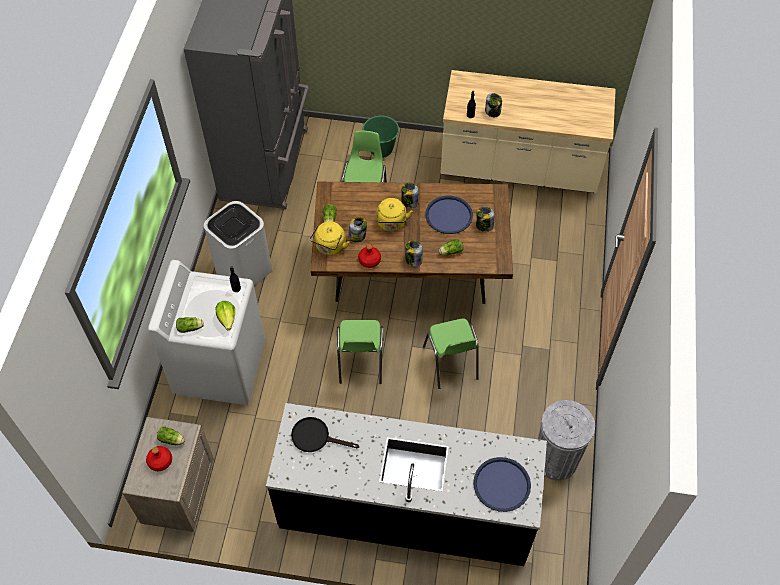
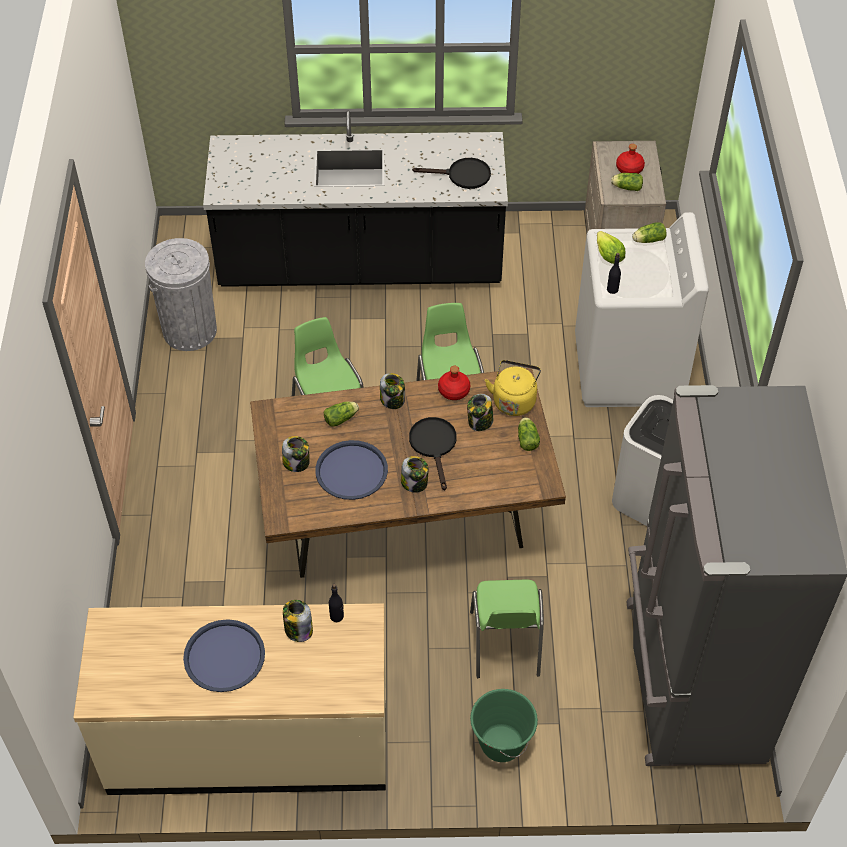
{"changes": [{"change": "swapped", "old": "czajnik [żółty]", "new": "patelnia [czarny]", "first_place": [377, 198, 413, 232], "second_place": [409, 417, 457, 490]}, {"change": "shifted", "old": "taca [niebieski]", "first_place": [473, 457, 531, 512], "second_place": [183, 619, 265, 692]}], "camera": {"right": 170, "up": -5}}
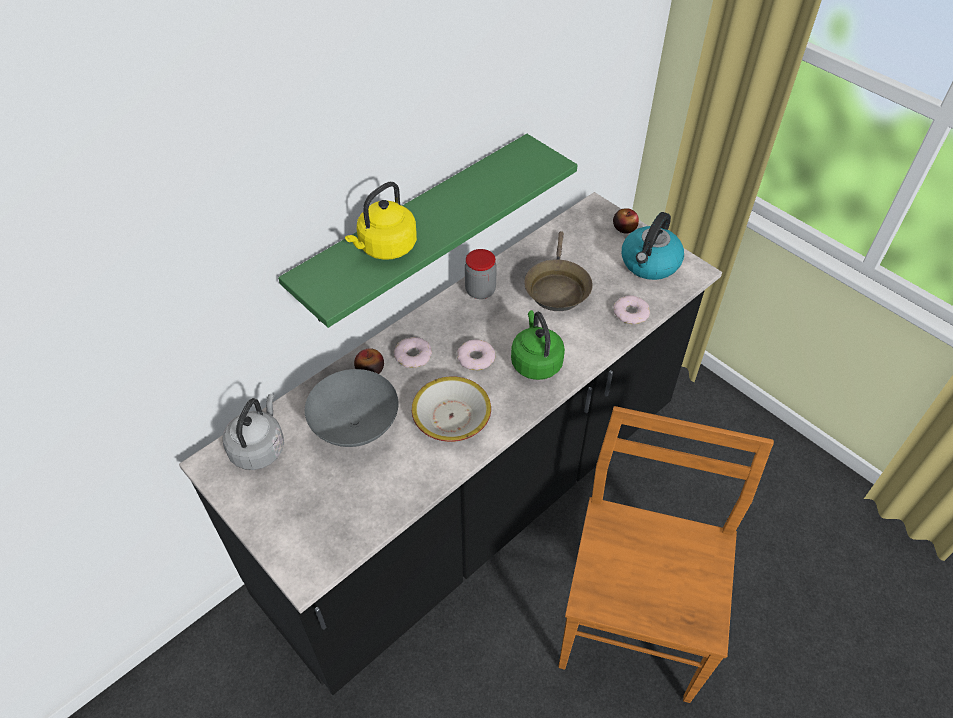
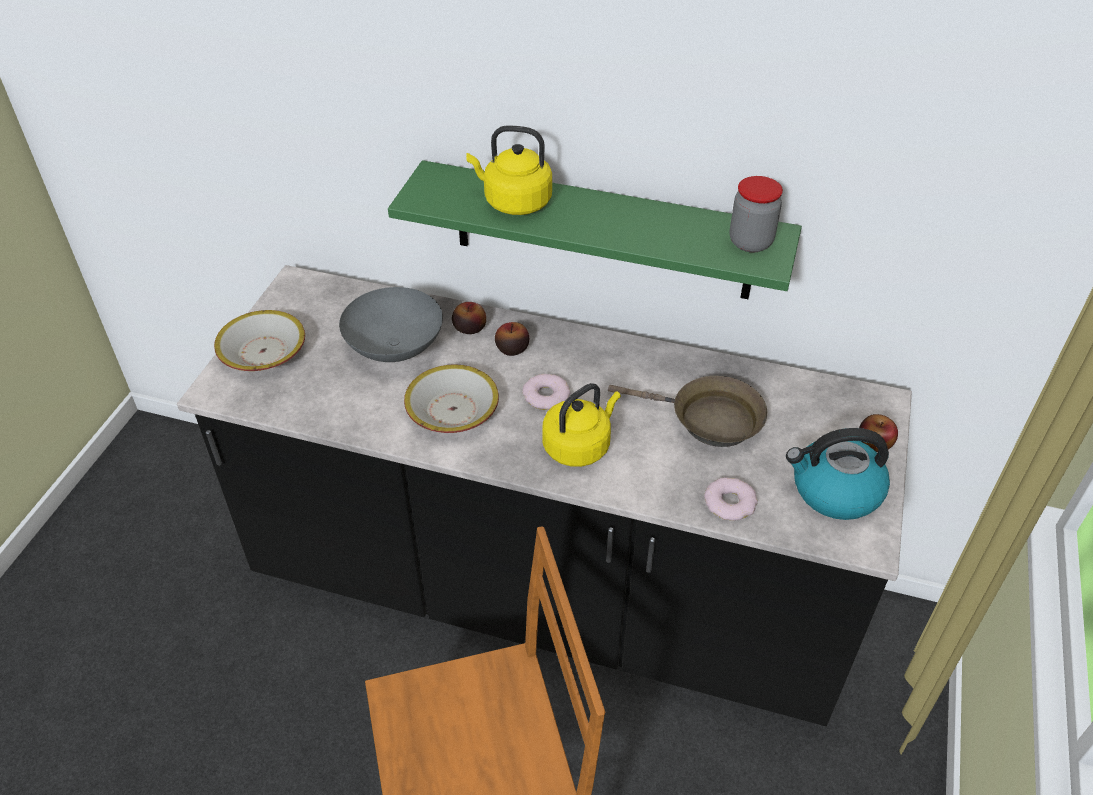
{"changes": [{"change": "gone", "old": "czajnik [szary]", "first_place": [223, 394, 284, 470]}, {"change": "swapped", "old": "donut", "new": "jabłko", "first_place": [394, 337, 432, 368], "second_place": [495, 322, 529, 356]}, {"change": "shifted", "old": "słoik", "first_place": [465, 249, 497, 299], "second_place": [730, 176, 783, 252]}, {"change": "repainted", "old": "czajnik [zielony]", "new": "czajnik [żółty]", "first_place": [511, 310, 565, 380], "second_place": [543, 383, 621, 467]}, {"change": "rotated", "old": "patelnia [brązowy]", "first_place": [524, 231, 593, 311], "second_place": [608, 376, 767, 447], "degrees": -135}, {"change": "new", "new": "miska", "second_place": [214, 310, 305, 371]}], "camera": {"right": 60, "up": -5}}
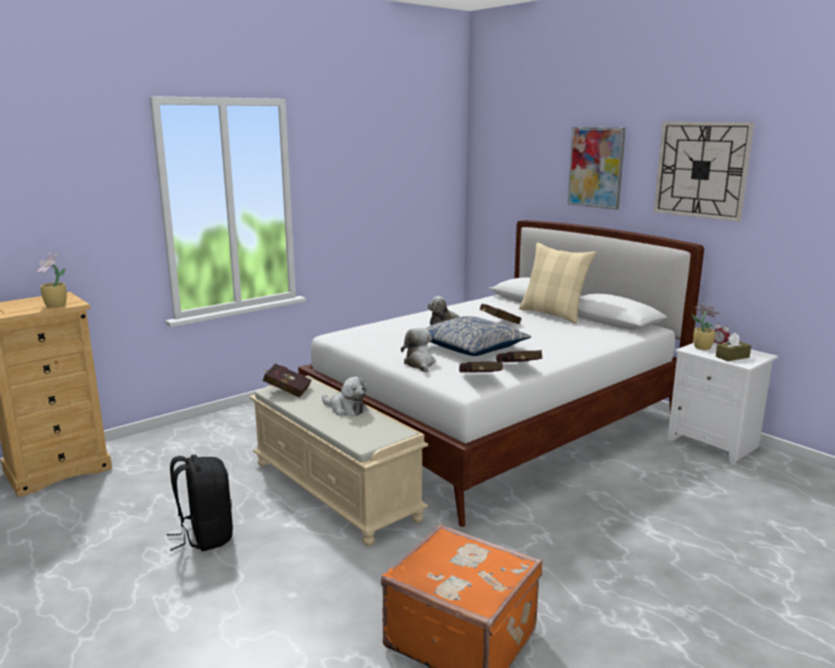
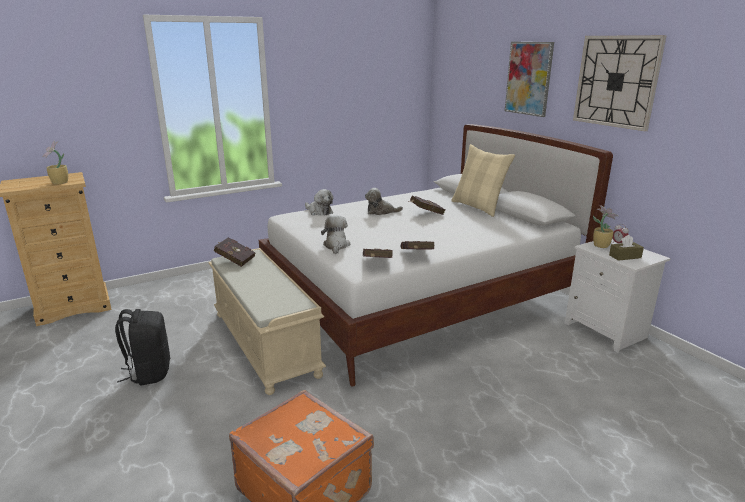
{"changes": [{"change": "shifted", "old": "pluszak", "first_place": [322, 376, 367, 416], "second_place": [305, 189, 333, 216]}, {"change": "gone", "old": "poduszka", "first_place": [424, 316, 531, 356]}], "camera": {"right": 10, "up": 5}}
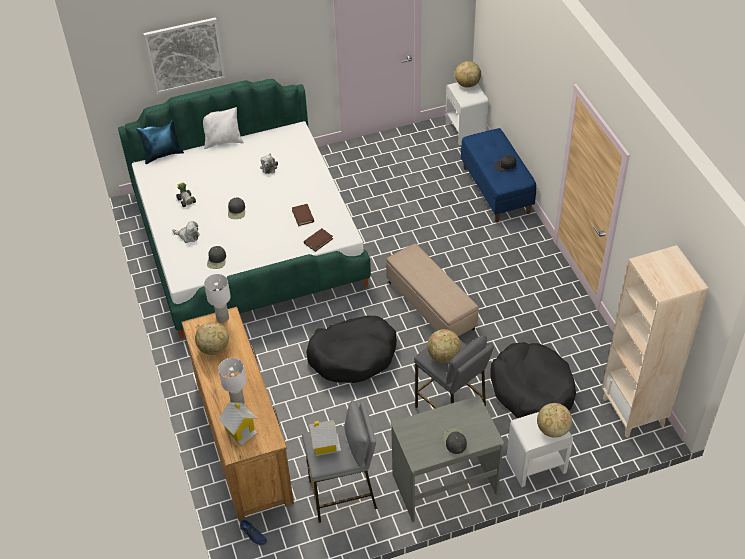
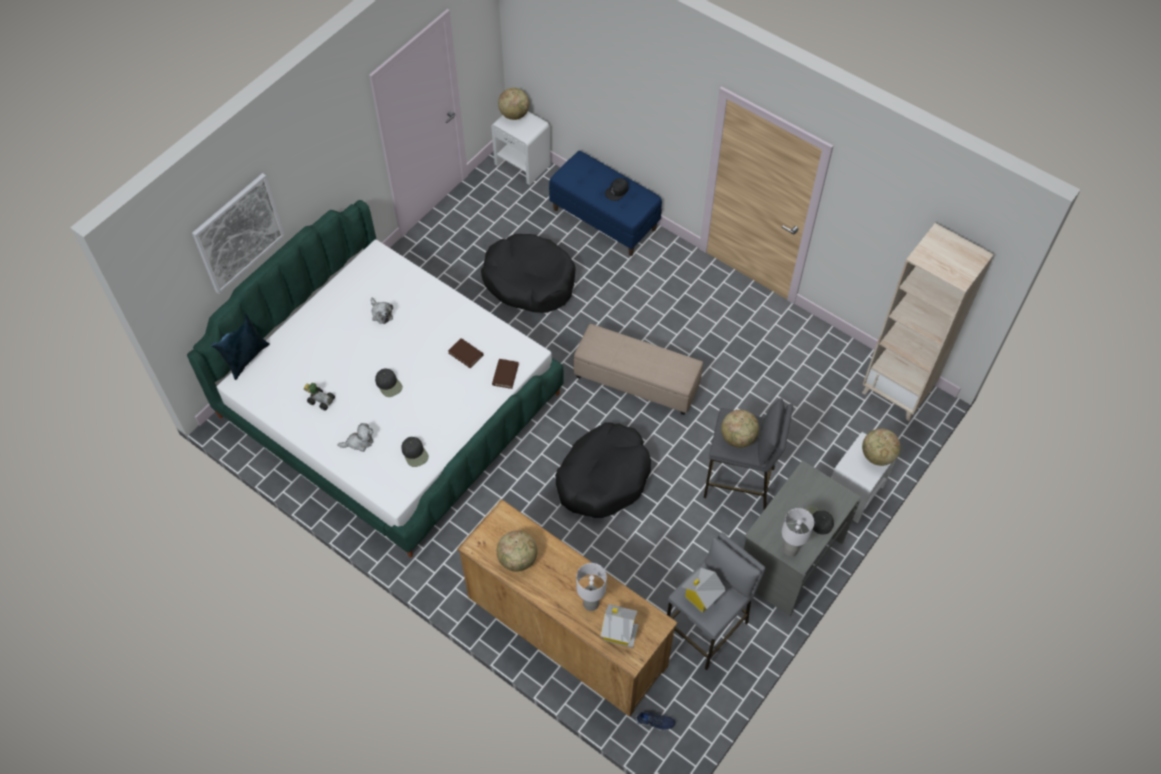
{"changes": [{"change": "gone", "old": "poduszka [biały]", "first_place": [203, 107, 244, 149]}, {"change": "shifted", "old": "lampa stołowa [biały]", "first_place": [204, 274, 231, 323], "second_place": [782, 508, 814, 556]}, {"change": "shifted", "old": "legowisko [czarny]", "first_place": [490, 342, 576, 418], "second_place": [481, 234, 576, 313]}], "camera": {"right": -35, "up": 10}}
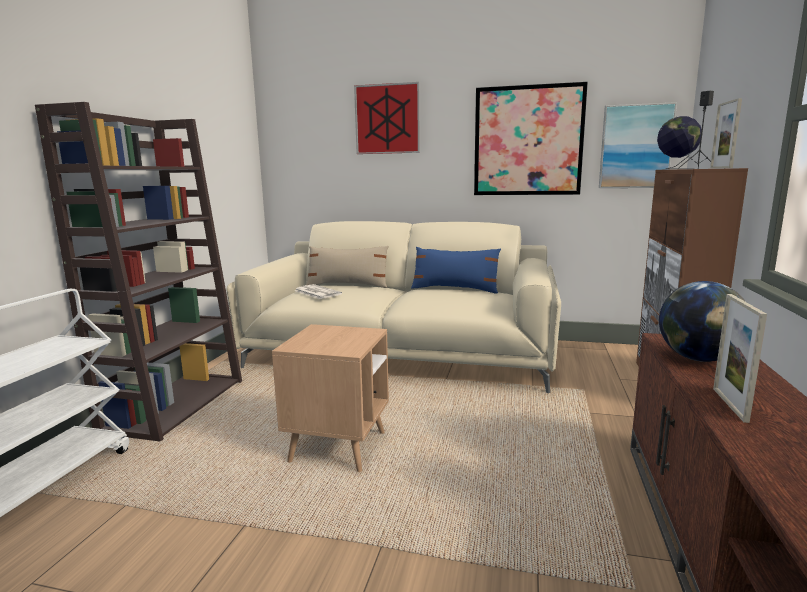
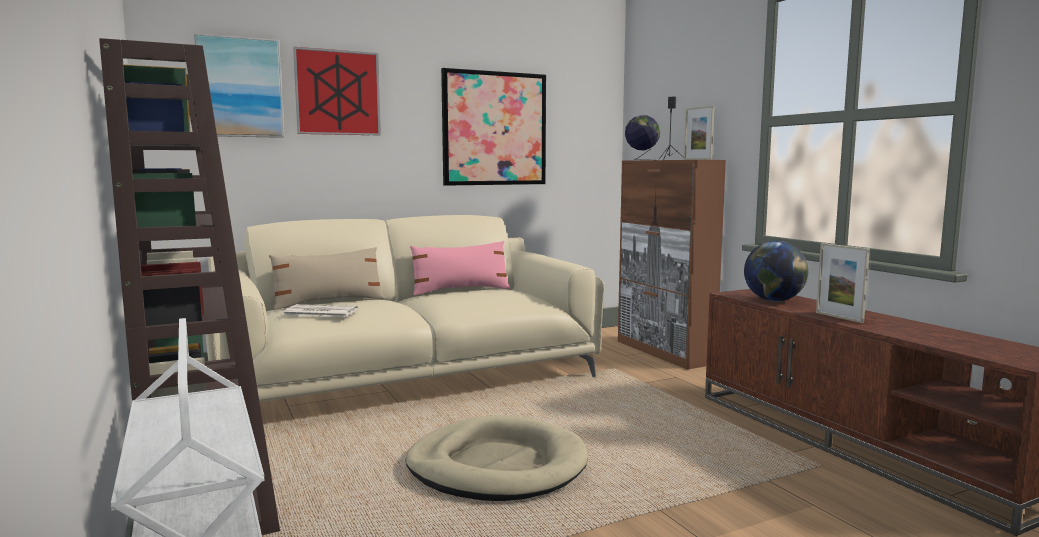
{"changes": [{"change": "swapped", "old": "stolik [brązowy]", "new": "legowisko [beżowy]", "first_place": [272, 324, 389, 472], "second_place": [405, 415, 588, 501]}, {"change": "repainted", "old": "poduszka [niebieski]", "new": "poduszka [różowy]", "first_place": [411, 247, 501, 294], "second_place": [410, 241, 511, 296]}, {"change": "shifted", "old": "obraz", "first_place": [599, 102, 677, 188], "second_place": [194, 33, 284, 138]}], "camera": {"right": -40, "up": -5}}
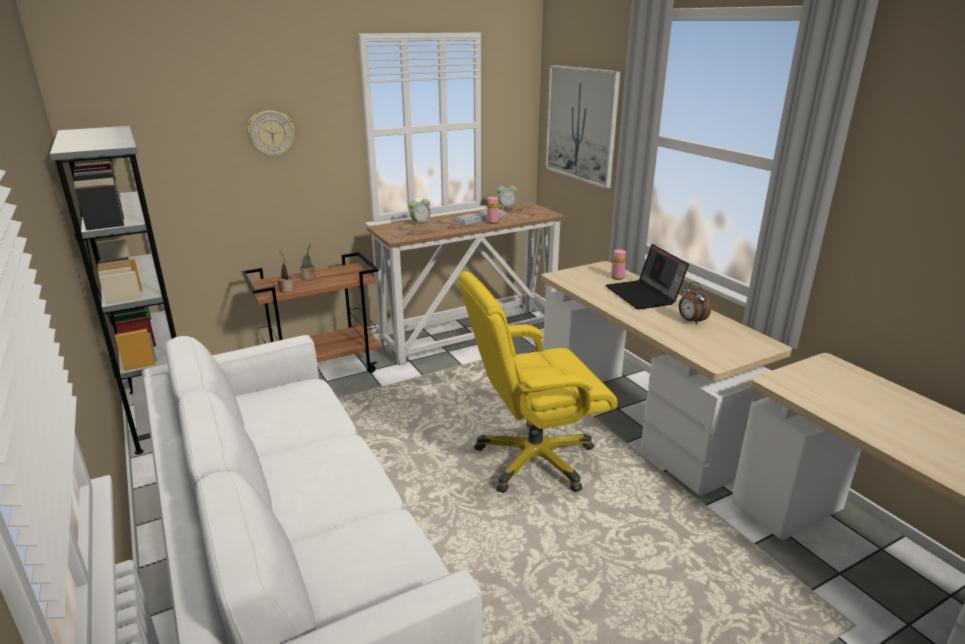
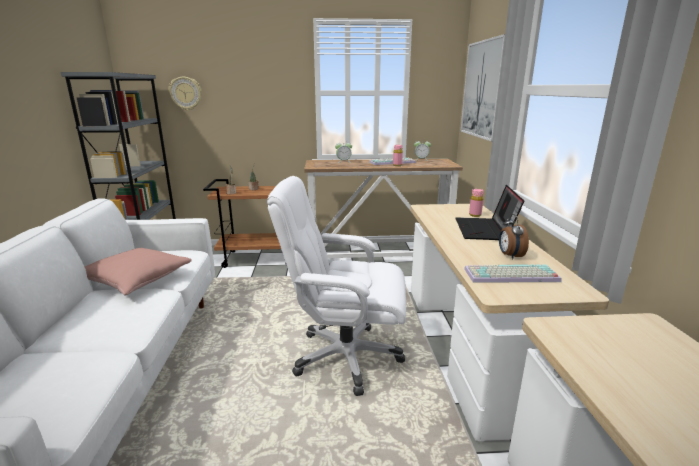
{"changes": [{"change": "shifted", "old": "zegar ścienny", "first_place": [247, 110, 295, 158], "second_place": [169, 77, 202, 111]}, {"change": "repainted", "old": "krzesło biurowe [żółty]", "new": "krzesło biurowe [biały]", "first_place": [458, 271, 618, 493], "second_place": [267, 176, 406, 396]}, {"change": "new", "new": "poduszka [różowy]", "second_place": [85, 248, 192, 295]}, {"change": "new", "new": "klawiatura", "second_place": [464, 264, 562, 283]}], "camera": {"right": 25, "up": -5}}
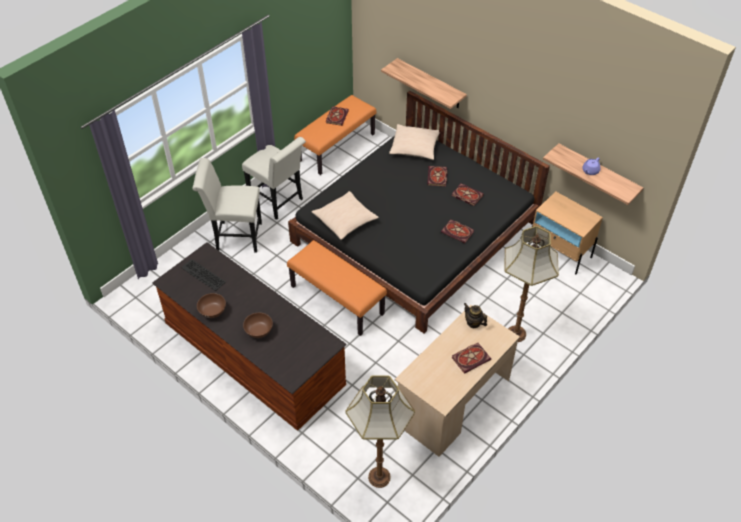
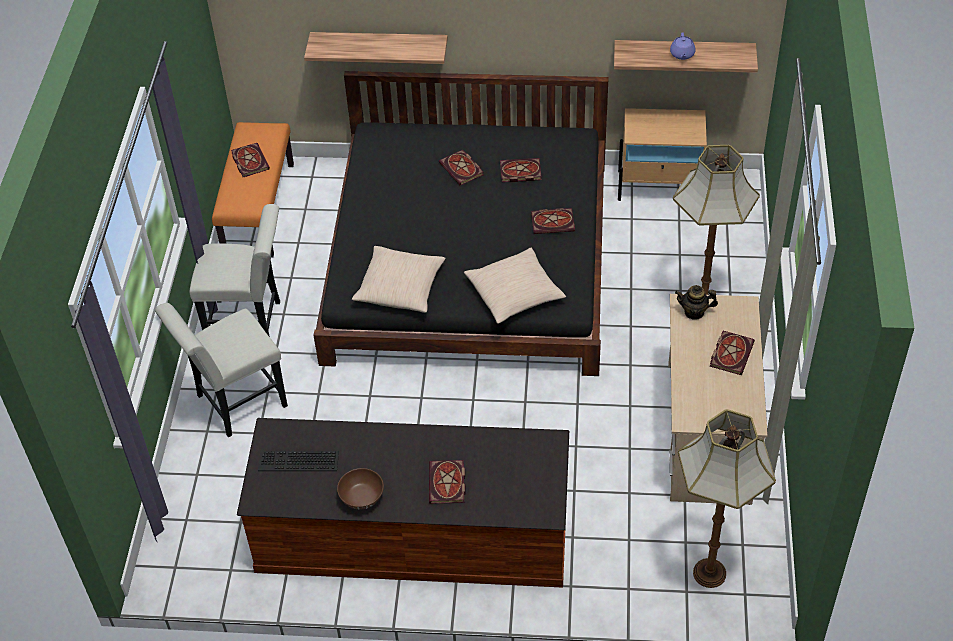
{"changes": [{"change": "swapped", "old": "miska [brązowy]", "new": "książka", "first_place": [243, 313, 273, 338], "second_place": [429, 460, 465, 504]}, {"change": "gone", "old": "ławka [pomarańczowy]", "first_place": [287, 240, 387, 336]}, {"change": "shifted", "old": "poduszka [beżowy]", "first_place": [389, 124, 440, 160], "second_place": [464, 248, 566, 324]}], "camera": {"right": -35, "up": 0}}
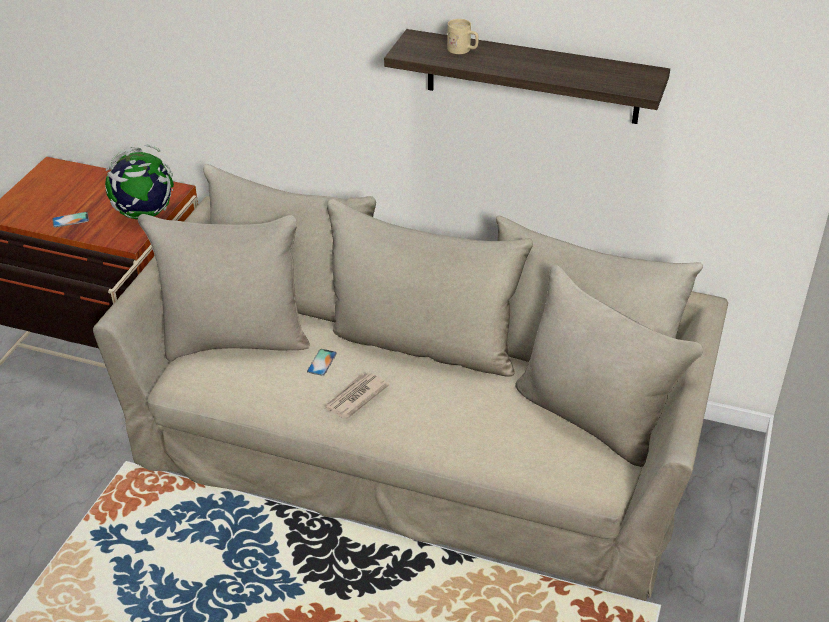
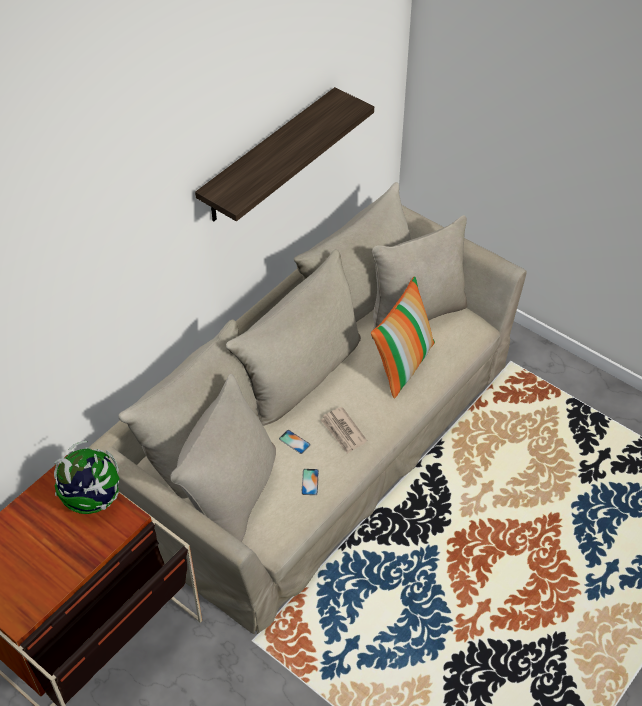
{"changes": [{"change": "shifted", "old": "telefon", "first_place": [52, 212, 89, 228], "second_place": [301, 469, 319, 495]}, {"change": "gone", "old": "kubek [beżowy]", "first_place": [447, 19, 479, 54]}, {"change": "new", "new": "poduszka", "second_place": [371, 276, 435, 399]}], "camera": {"right": -70, "up": 10}}
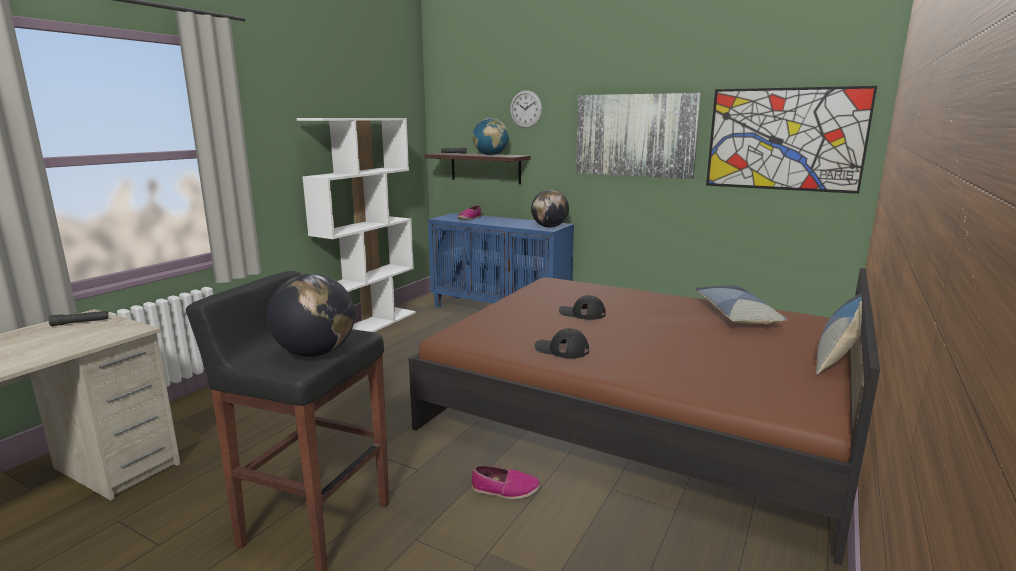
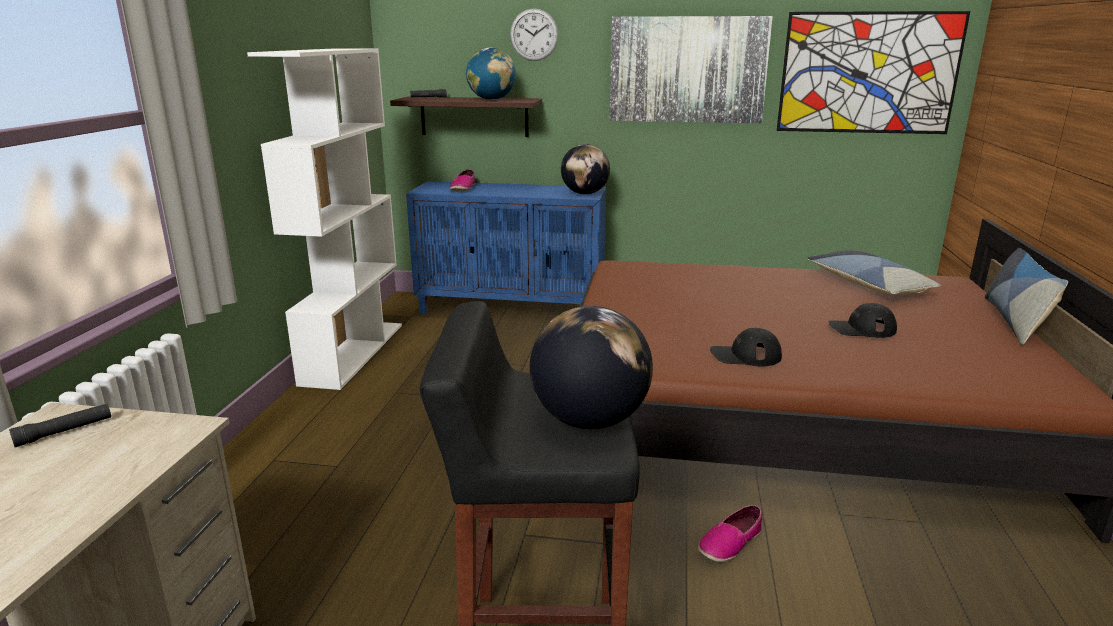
{"changes": [{"change": "rotated", "old": "but", "first_place": [471, 466, 540, 499], "second_place": [698, 505, 762, 562], "degrees": 150}, {"change": "shifted", "old": "czapka z daszkiem [czarny]", "first_place": [559, 295, 606, 320], "second_place": [828, 303, 897, 338]}], "camera": {"right": -20, "up": 5}}
